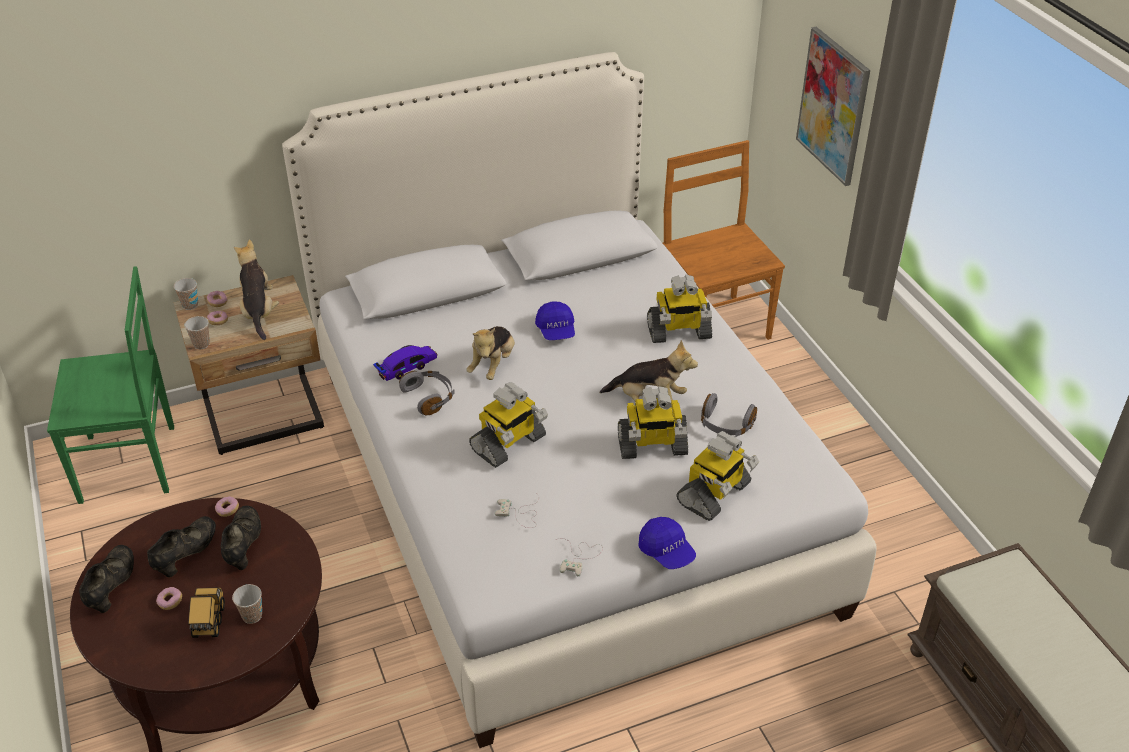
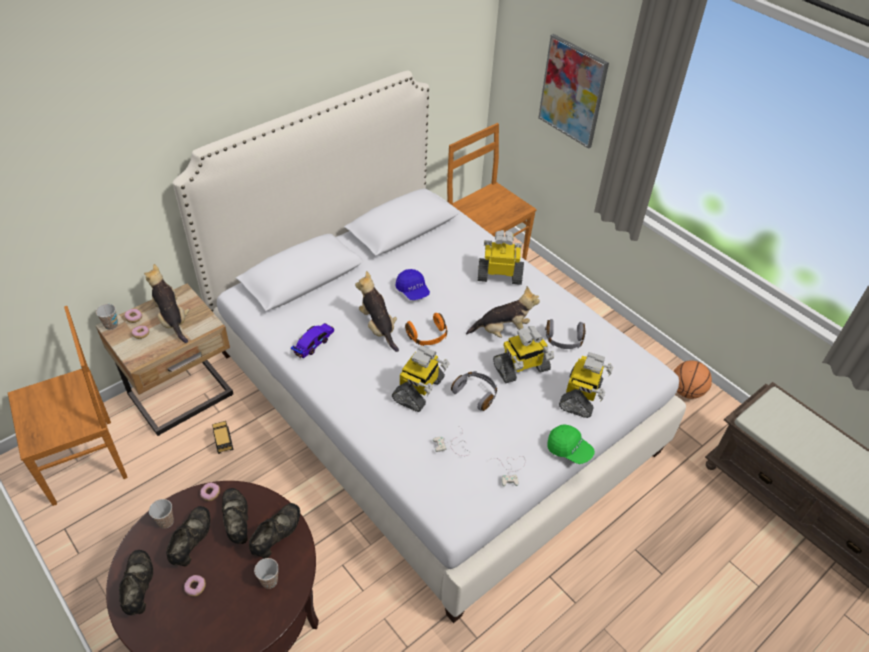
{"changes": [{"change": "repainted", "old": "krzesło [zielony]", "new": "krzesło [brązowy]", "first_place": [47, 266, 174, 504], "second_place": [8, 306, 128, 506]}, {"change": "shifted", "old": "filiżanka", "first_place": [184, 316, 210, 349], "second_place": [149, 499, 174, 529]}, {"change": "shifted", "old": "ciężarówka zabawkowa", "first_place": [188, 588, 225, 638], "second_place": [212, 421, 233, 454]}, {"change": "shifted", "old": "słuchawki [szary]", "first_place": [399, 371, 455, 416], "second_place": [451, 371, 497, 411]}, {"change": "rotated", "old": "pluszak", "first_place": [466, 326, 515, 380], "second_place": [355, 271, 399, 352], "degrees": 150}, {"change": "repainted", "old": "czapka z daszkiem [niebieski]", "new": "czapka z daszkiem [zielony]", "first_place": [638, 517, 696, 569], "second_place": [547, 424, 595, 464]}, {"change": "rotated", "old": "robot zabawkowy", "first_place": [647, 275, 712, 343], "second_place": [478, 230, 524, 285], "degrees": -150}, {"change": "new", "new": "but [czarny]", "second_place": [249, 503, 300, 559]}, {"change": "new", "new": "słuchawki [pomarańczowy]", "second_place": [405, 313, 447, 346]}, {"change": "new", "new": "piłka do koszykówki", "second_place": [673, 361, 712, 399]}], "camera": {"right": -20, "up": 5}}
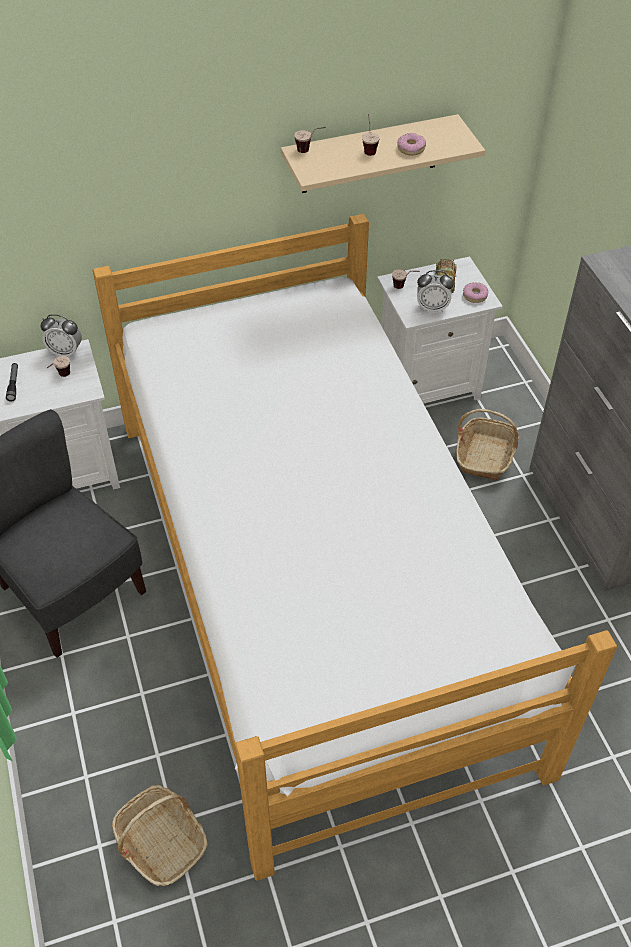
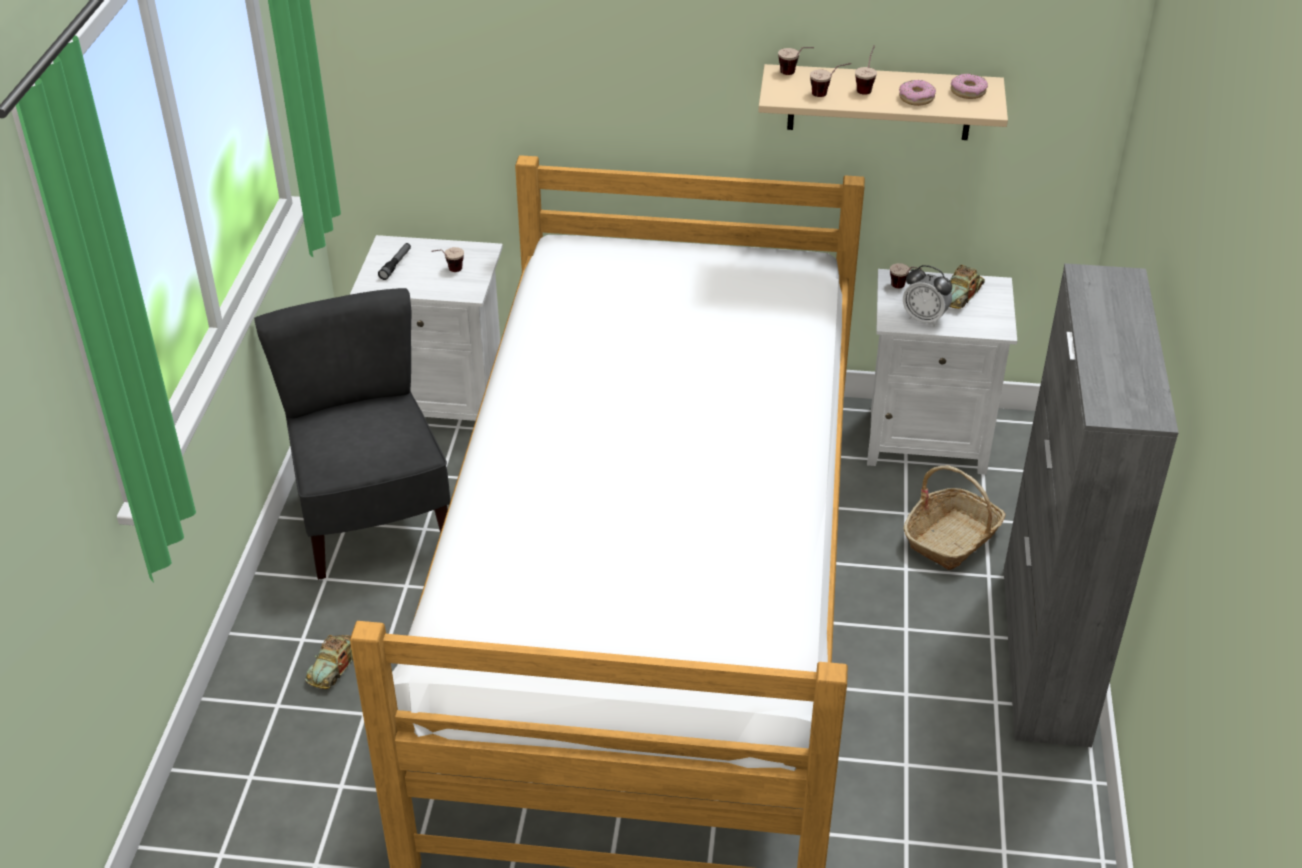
{"changes": [{"change": "gone", "old": "budzik", "first_place": [40, 314, 82, 358]}, {"change": "gone", "old": "koszyk", "first_place": [112, 785, 208, 886]}, {"change": "shifted", "old": "donut", "first_place": [463, 282, 489, 303], "second_place": [951, 74, 988, 99]}, {"change": "new", "new": "samochodzik", "second_place": [305, 635, 353, 689]}, {"change": "new", "new": "filiżanka", "second_place": [810, 63, 851, 97]}], "camera": {"right": 25, "up": -10}}
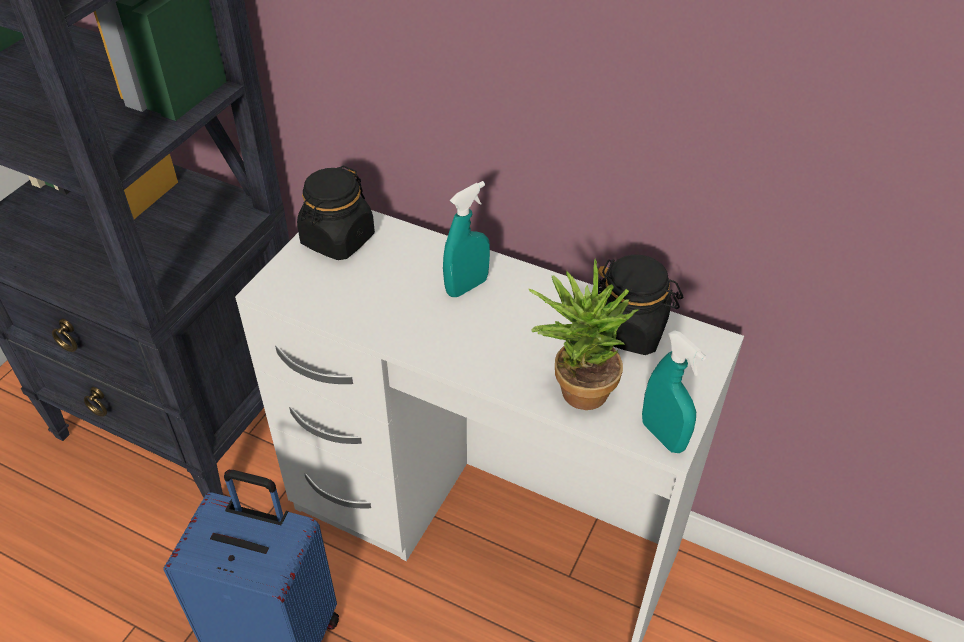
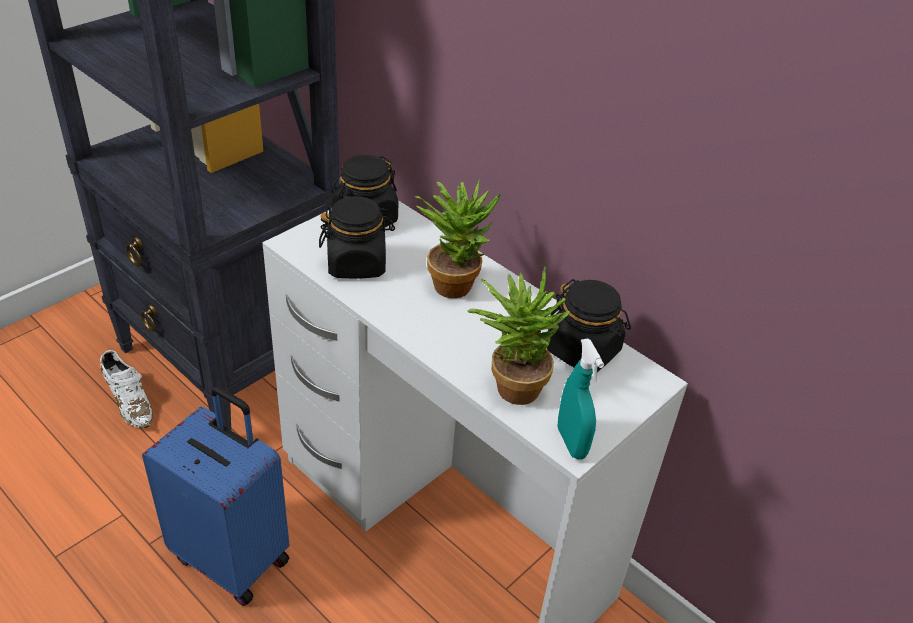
{"changes": [{"change": "swapped", "old": "spryskiwacz [turkusowy]", "new": "roślina doniczkowa", "first_place": [443, 181, 490, 297], "second_place": [415, 180, 501, 298]}, {"change": "new", "new": "but [biały]", "second_place": [100, 350, 153, 428]}, {"change": "new", "new": "słoik [czarny]", "second_place": [319, 196, 395, 279]}], "camera": {"right": 15, "up": -5}}
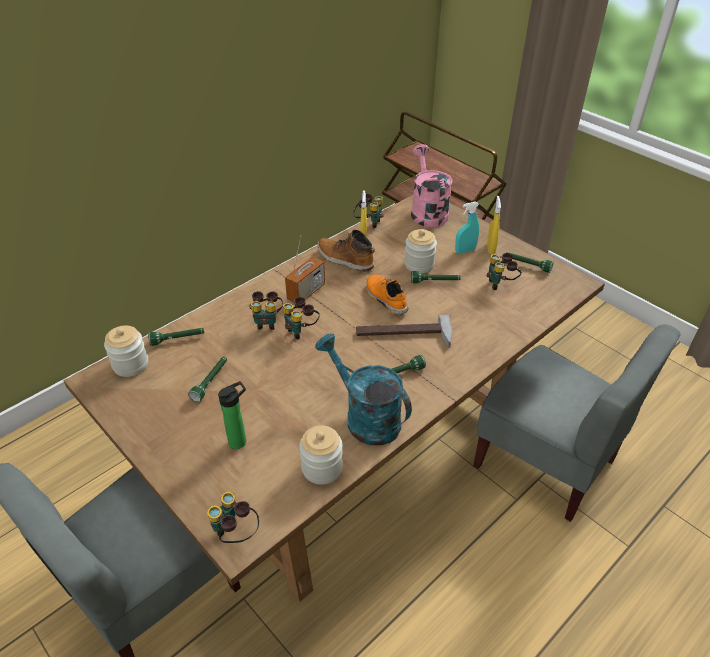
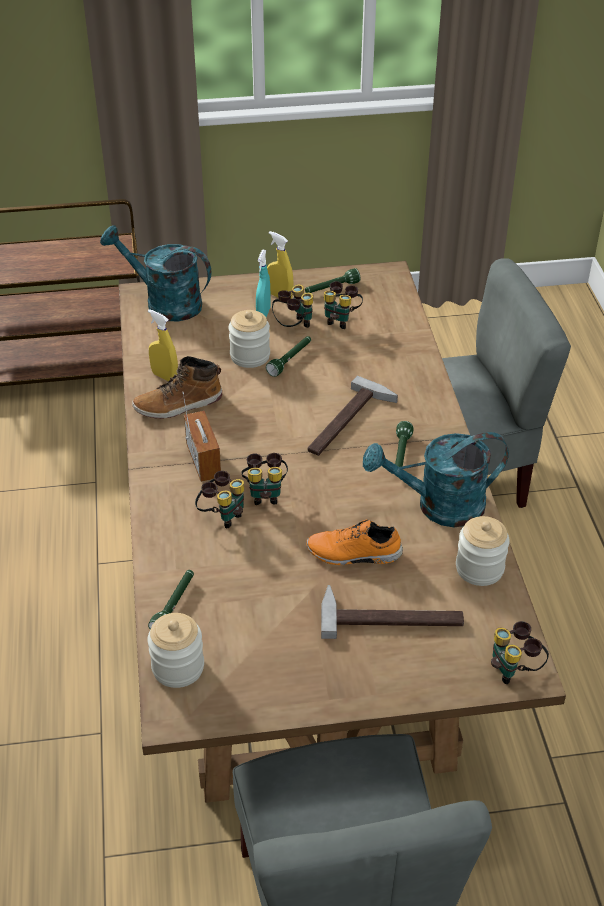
{"changes": [{"change": "gone", "old": "latarka [zielony]", "first_place": [188, 357, 227, 402]}, {"change": "swapped", "old": "butelka", "new": "młotek", "first_place": [218, 381, 246, 449], "second_place": [321, 585, 464, 639]}, {"change": "shifted", "old": "lornetka", "first_place": [353, 194, 384, 228], "second_place": [272, 285, 313, 328]}, {"change": "shifted", "old": "but [pomarańczowy]", "first_place": [366, 274, 408, 315], "second_place": [306, 520, 403, 565]}, {"change": "repainted", "old": "konewka [różowy]", "new": "konewka [turkusowy]", "first_place": [411, 144, 453, 227], "second_place": [100, 225, 211, 322]}], "camera": {"right": -55, "up": 0}}
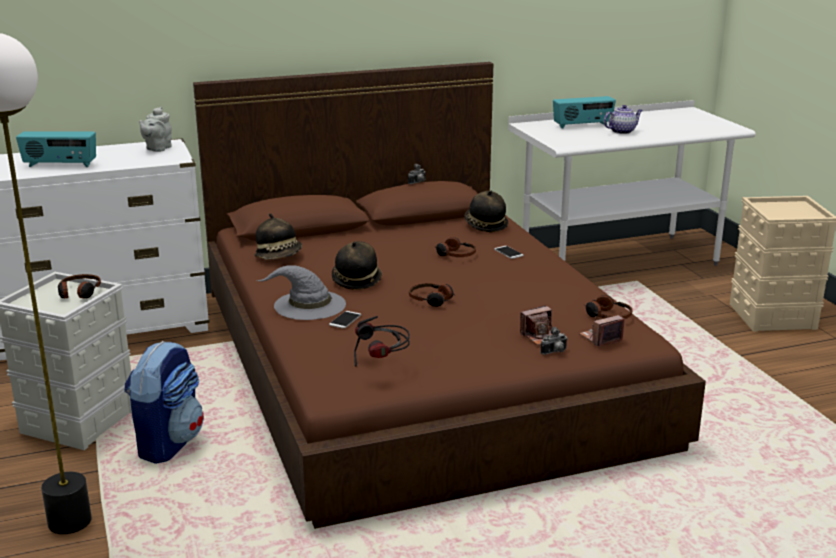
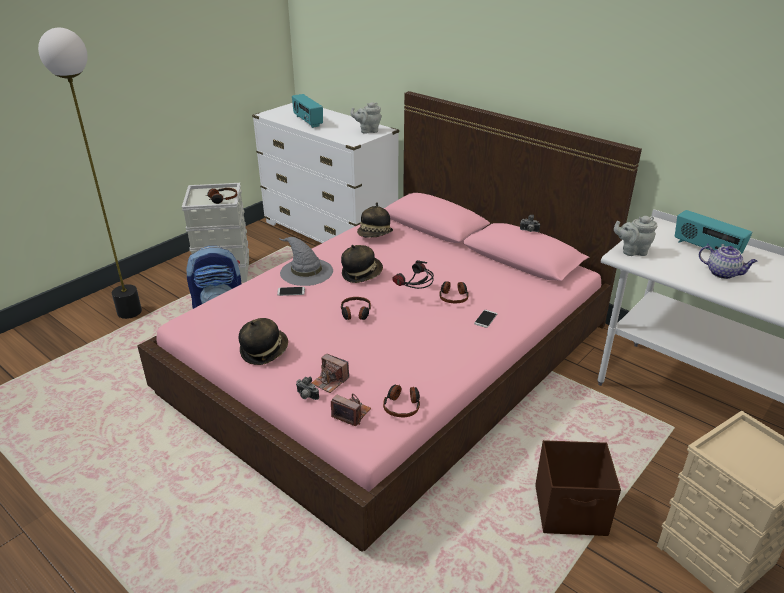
{"changes": [{"change": "repainted", "old": "łóżko [brązowy]", "new": "łóżko [różowy]", "first_place": [193, 62, 706, 529], "second_place": [137, 91, 642, 552]}, {"change": "shifted", "old": "słuchawki", "first_place": [354, 316, 410, 367], "second_place": [392, 260, 434, 289]}, {"change": "shifted", "old": "kapelusz", "first_place": [465, 190, 508, 233], "second_place": [239, 318, 288, 365]}, {"change": "new", "new": "pojemnik do przechowywania [brązowy]", "second_place": [535, 440, 621, 536]}, {"change": "new", "new": "imbryk [szary]", "second_place": [614, 216, 657, 256]}], "camera": {"right": 60, "up": 10}}
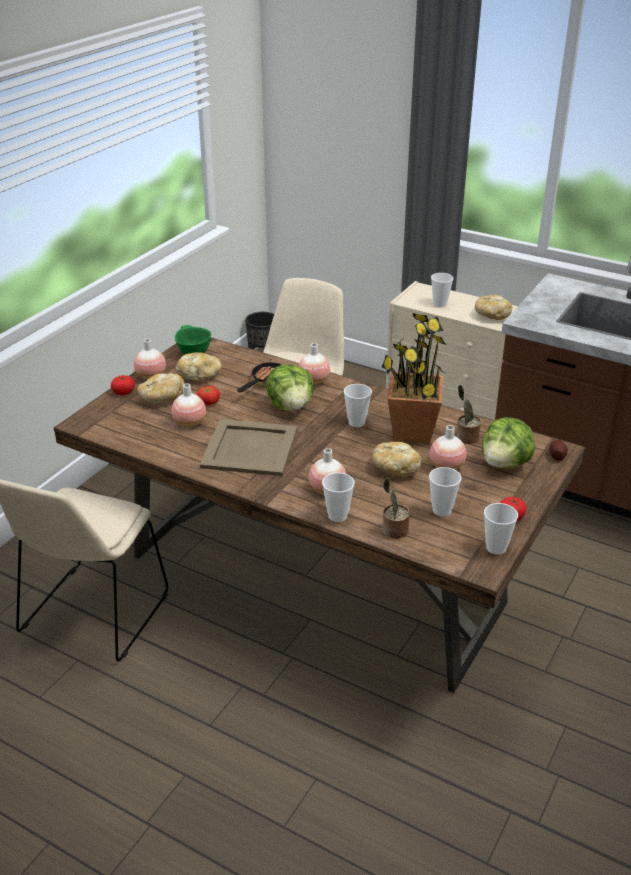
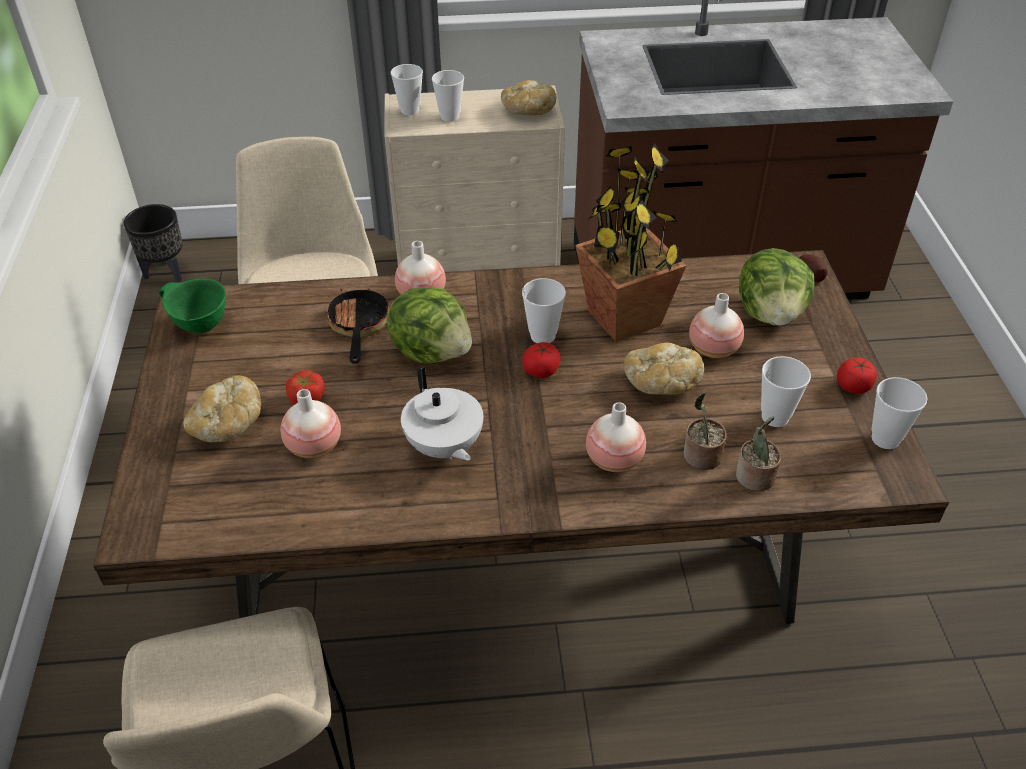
{"changes": [{"change": "shifted", "old": "pomidor", "first_place": [111, 375, 135, 395], "second_place": [522, 342, 561, 378]}, {"change": "gone", "old": "wazon", "first_place": [134, 339, 166, 380]}, {"change": "gone", "old": "chleb", "first_place": [176, 352, 222, 381]}, {"change": "swapped", "old": "taca [beżowy]", "new": "imbryk [biały]", "first_place": [200, 419, 297, 476], "second_place": [401, 367, 483, 461]}, {"change": "shifted", "old": "filiżanka", "first_place": [322, 473, 355, 522], "second_place": [391, 64, 423, 115]}, {"change": "shifted", "old": "roślina doniczkowa", "first_place": [456, 385, 481, 444], "second_place": [683, 392, 727, 470]}], "camera": {"right": -35, "up": 10}}
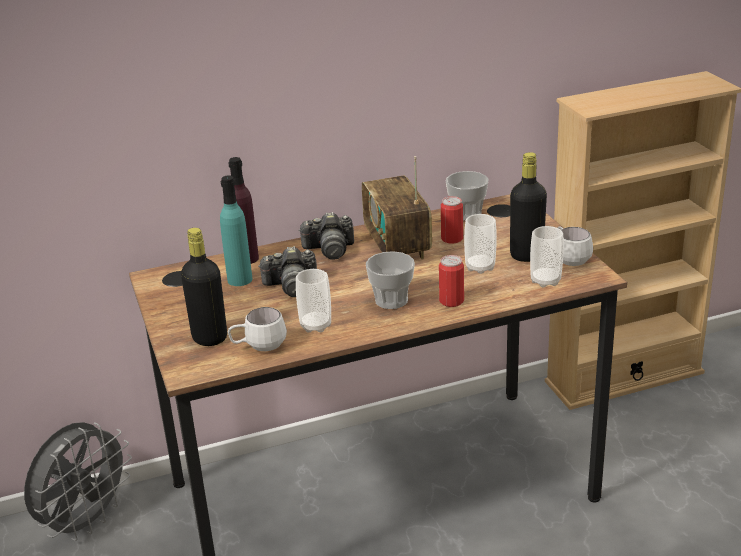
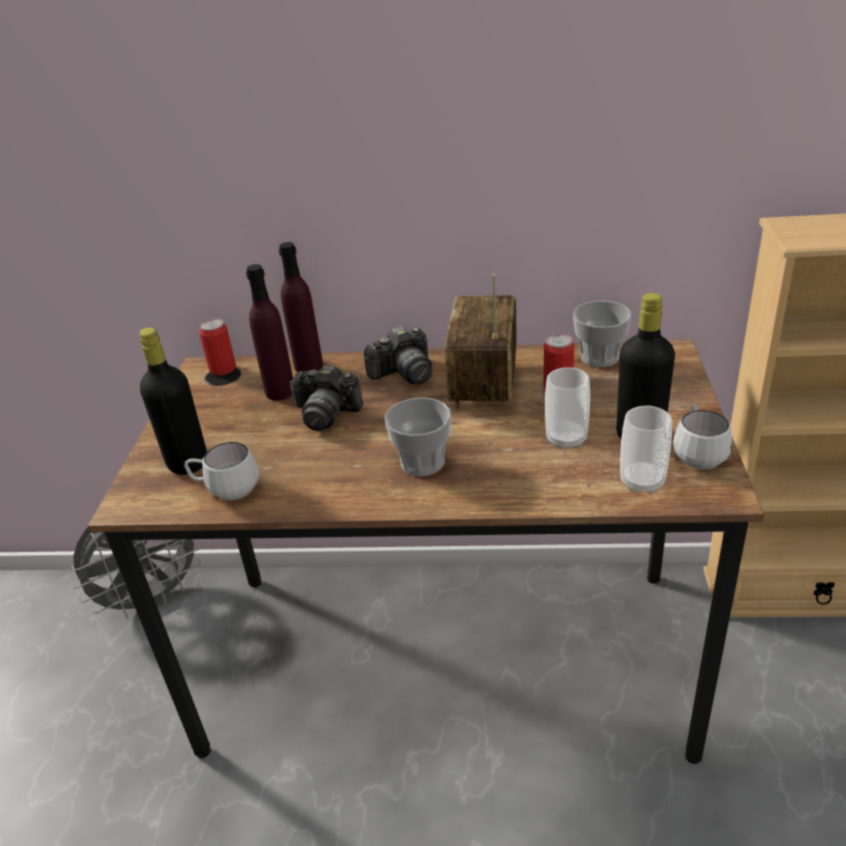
{"changes": [{"change": "repainted", "old": "butelka [turkusowy]", "new": "butelka [fioletowy]", "first_place": [220, 176, 253, 286], "second_place": [246, 264, 293, 401]}, {"change": "gone", "old": "filiżanka", "first_place": [296, 269, 331, 333]}, {"change": "rotated", "old": "aparat fotograficzny", "first_place": [298, 212, 354, 259], "second_place": [364, 326, 432, 385], "degrees": -45}, {"change": "shifted", "old": "puszka", "first_place": [439, 255, 464, 307], "second_place": [199, 318, 236, 376]}], "camera": {"right": 25, "up": 5}}
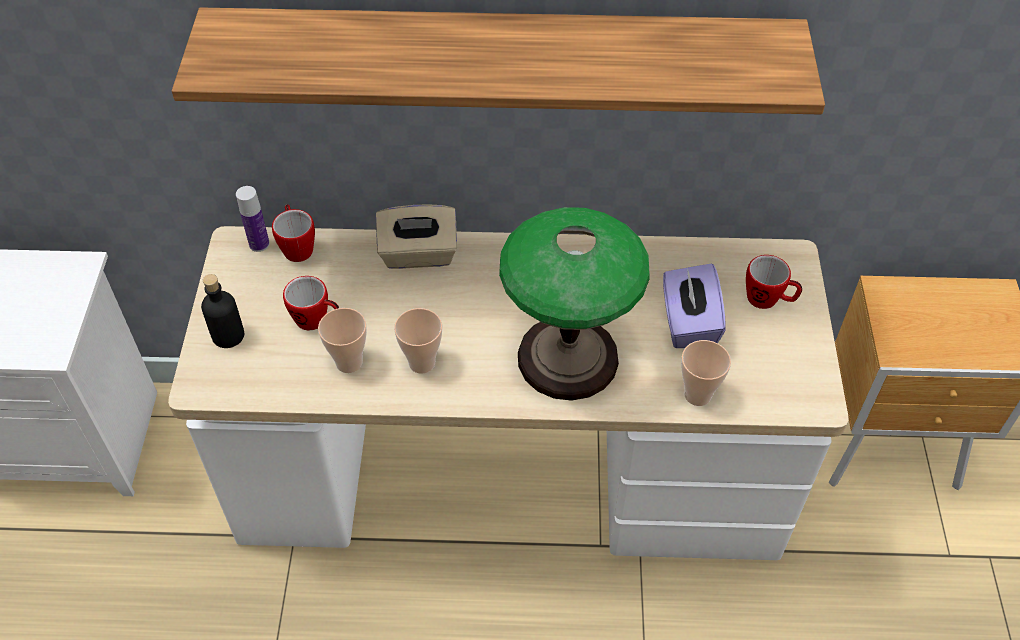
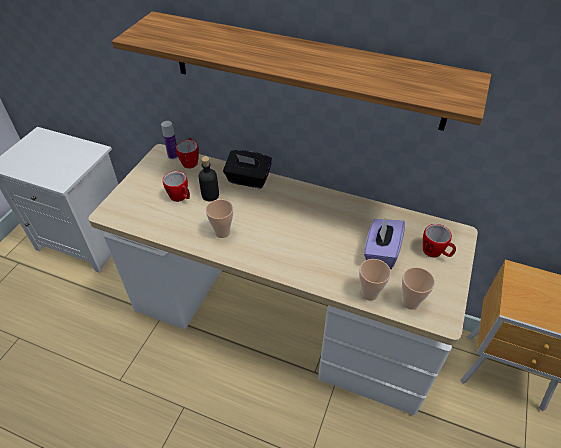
{"changes": [{"change": "shifted", "old": "butelka [czarny]", "first_place": [201, 274, 244, 348], "second_place": [199, 157, 219, 201]}, {"change": "shifted", "old": "filiżanka", "first_place": [318, 308, 367, 373], "second_place": [402, 267, 435, 310]}, {"change": "repainted", "old": "pudełko chusteczek [beżowy]", "new": "pudełko chusteczek [czarny]", "first_place": [376, 205, 457, 269], "second_place": [223, 150, 272, 188]}, {"change": "gone", "old": "lampa stołowa", "first_place": [499, 207, 650, 401]}], "camera": {"right": 20, "up": -5}}
